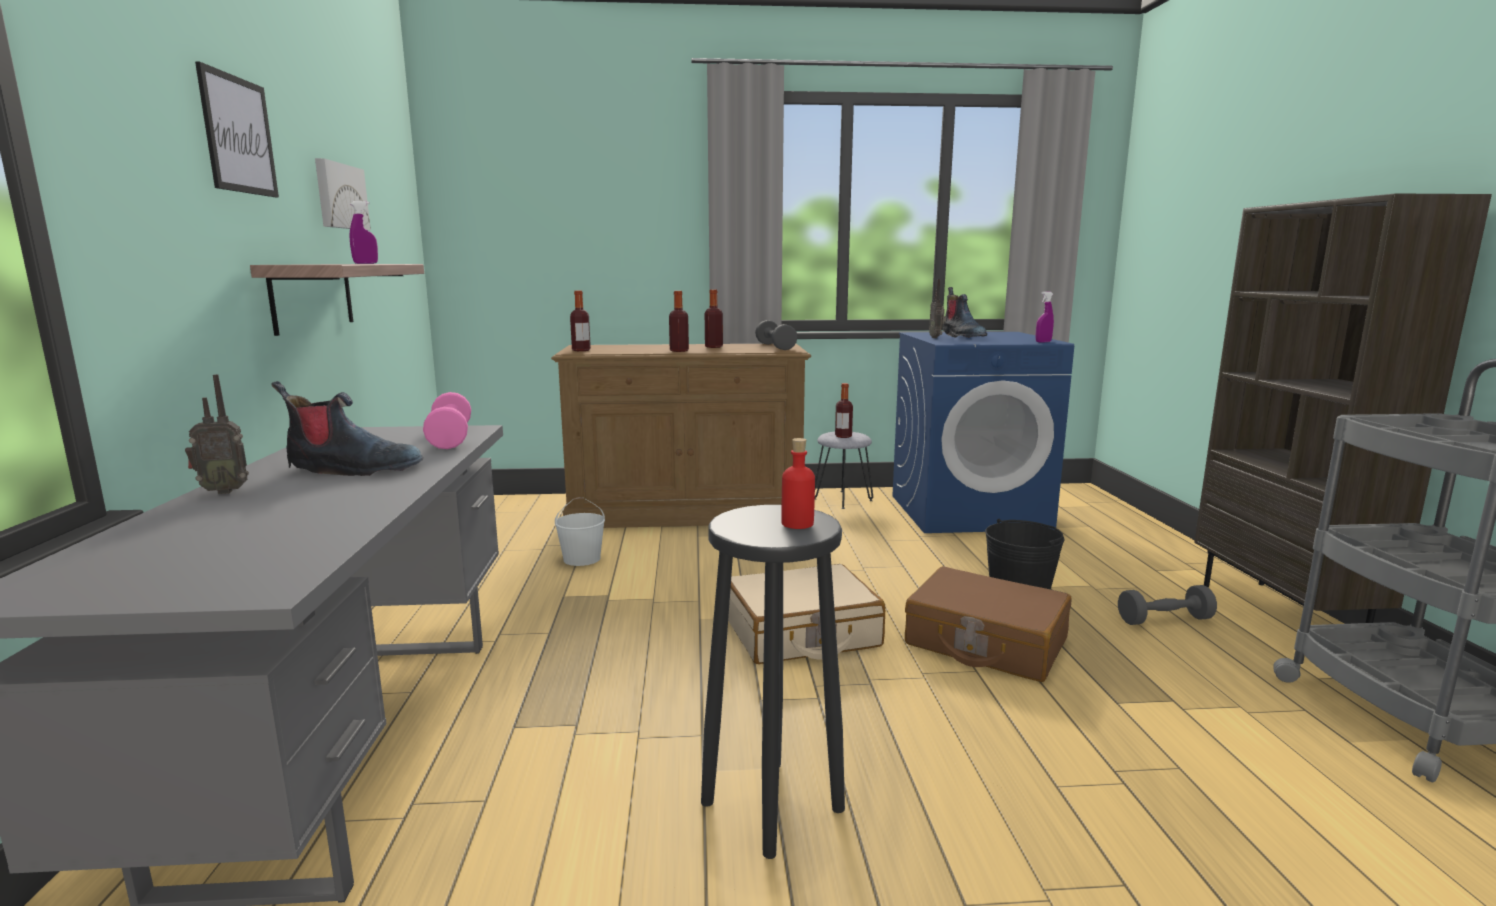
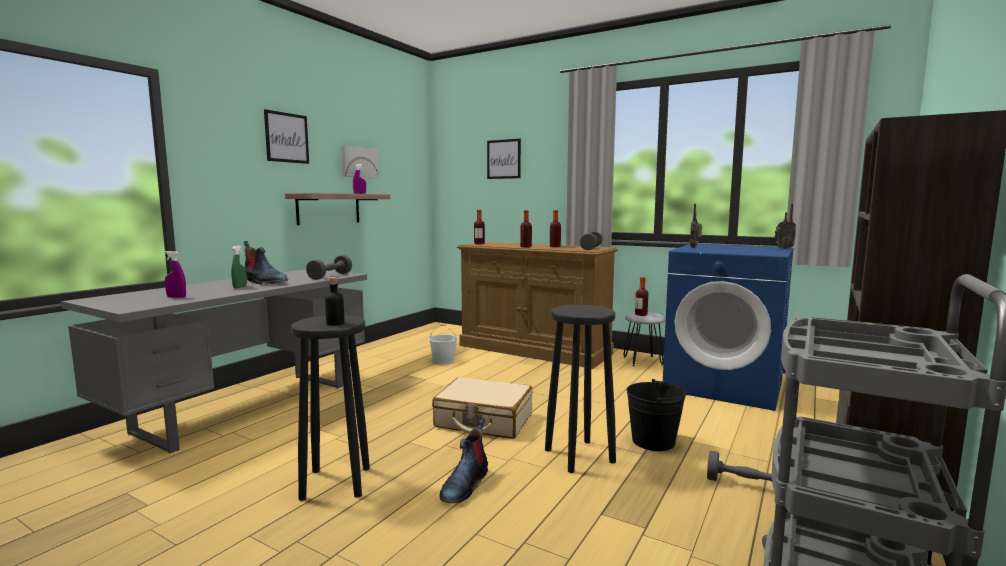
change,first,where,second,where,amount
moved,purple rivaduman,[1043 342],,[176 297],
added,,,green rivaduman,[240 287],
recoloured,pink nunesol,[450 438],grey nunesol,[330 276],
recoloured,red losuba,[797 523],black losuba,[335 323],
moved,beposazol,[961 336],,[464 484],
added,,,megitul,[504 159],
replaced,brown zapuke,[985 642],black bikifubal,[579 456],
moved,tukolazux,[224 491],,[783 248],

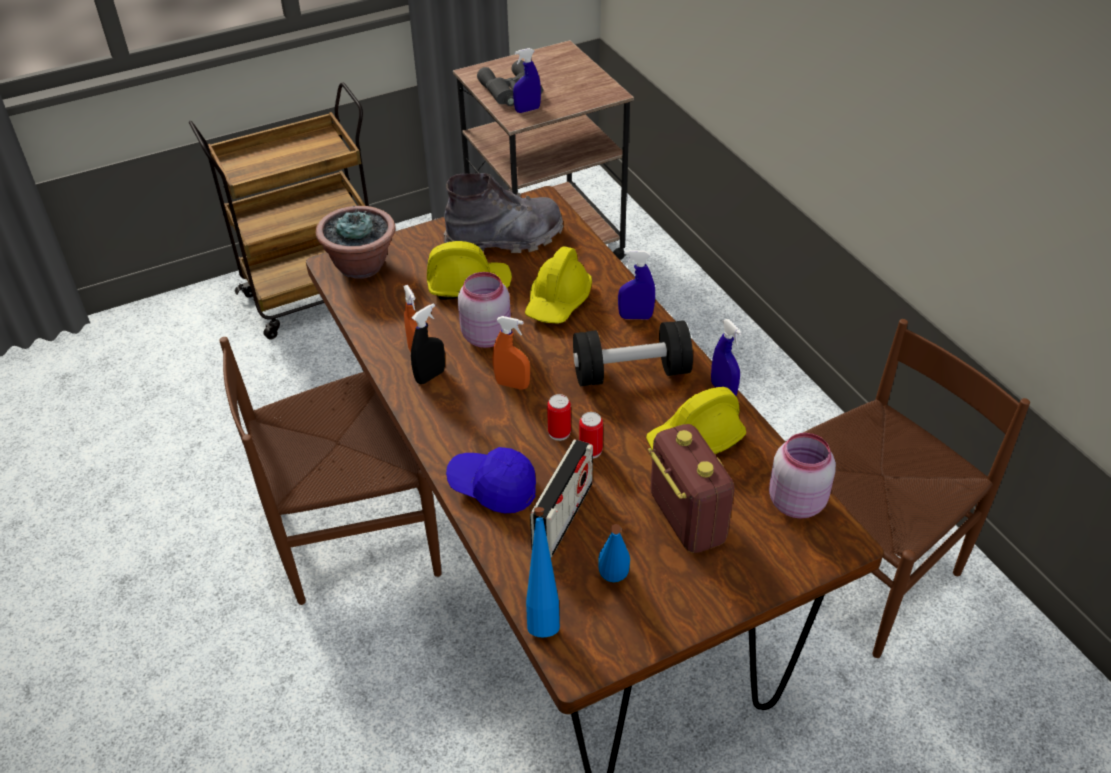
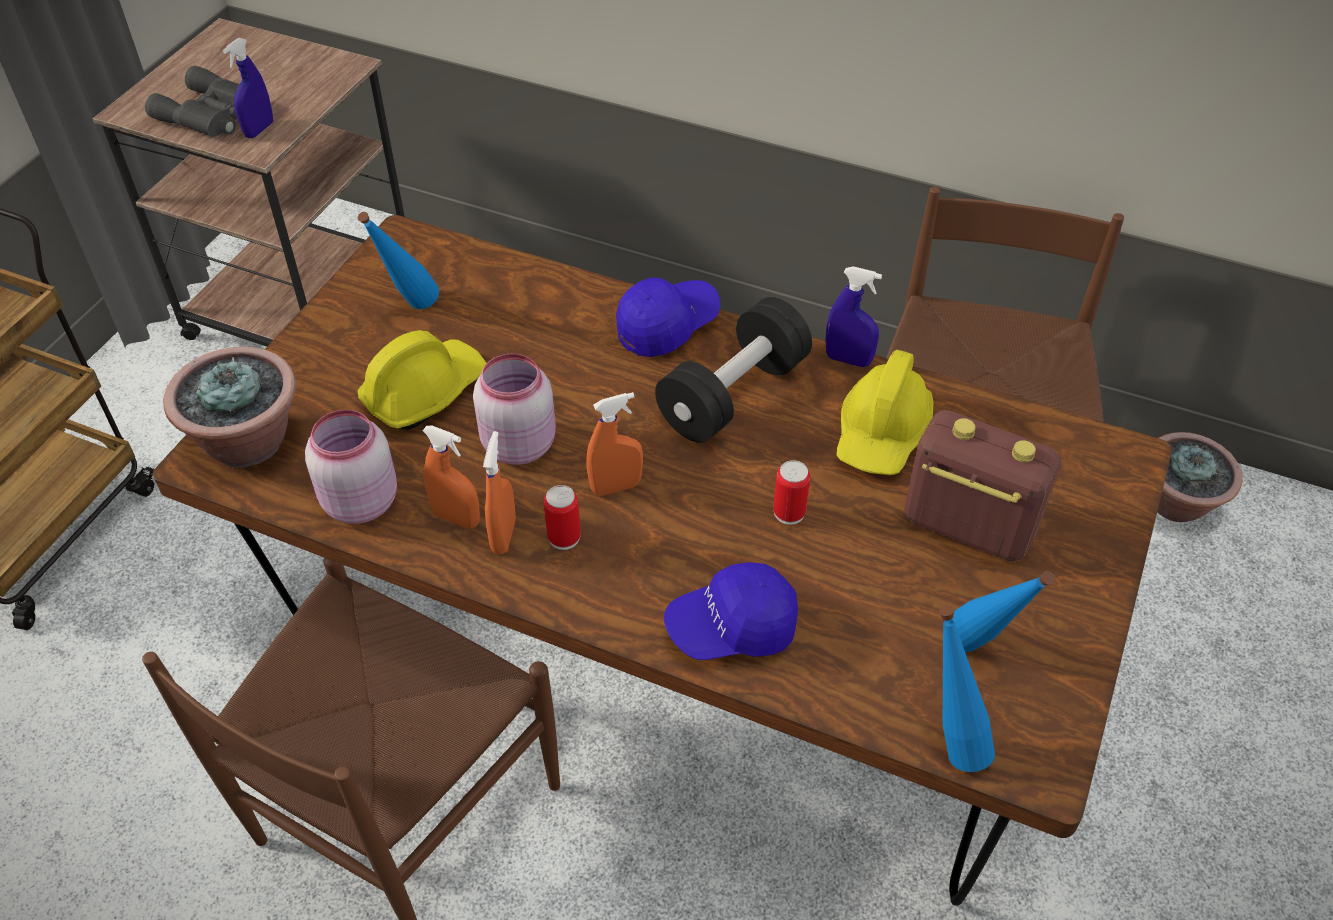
change,first,where,second,where,amount
moved,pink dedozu,[795 501],,[359 501],
replaced,grey beposazol,[505 240],blue losuba,[409 310],
recoloured,black rivaduman,[430 376],orange rivaduman,[503 536],
moved,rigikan,[559 432],,[564 537],
replaced,blue rivaduman,[635 317],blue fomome,[667 326],
added,,,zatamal,[1176 504],
removed,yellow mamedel,[558 301],,,
removed,tukolazux,[563 517],,,

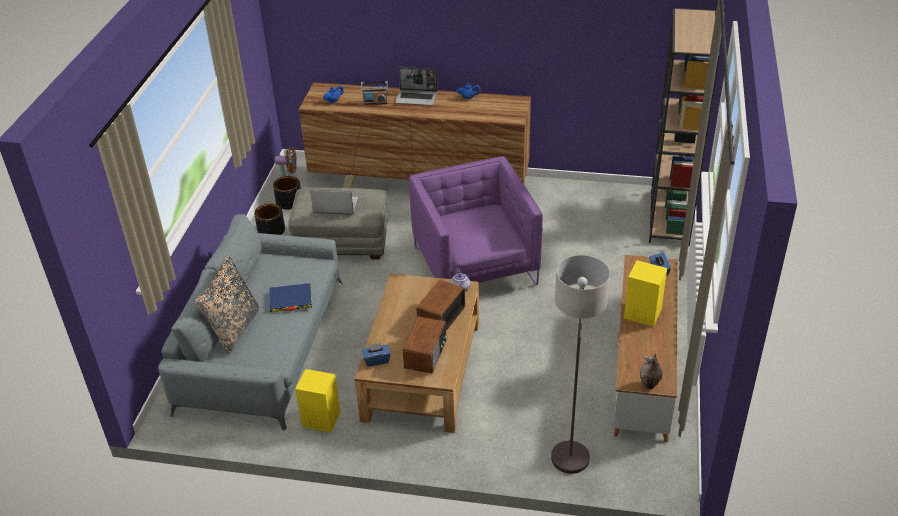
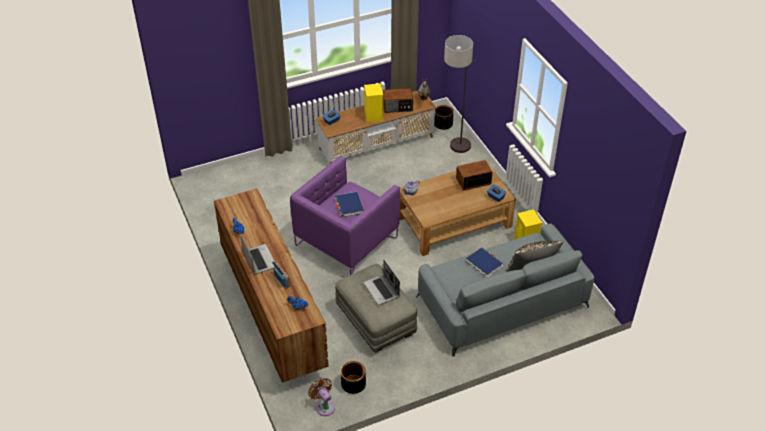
change,first,where,second,where,amount
added,,,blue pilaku,[349 205],
moved,tukolazux,[440 316],,[398 107],
moved,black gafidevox,[271 230],,[443 124],
removed,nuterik,[670 218],,,

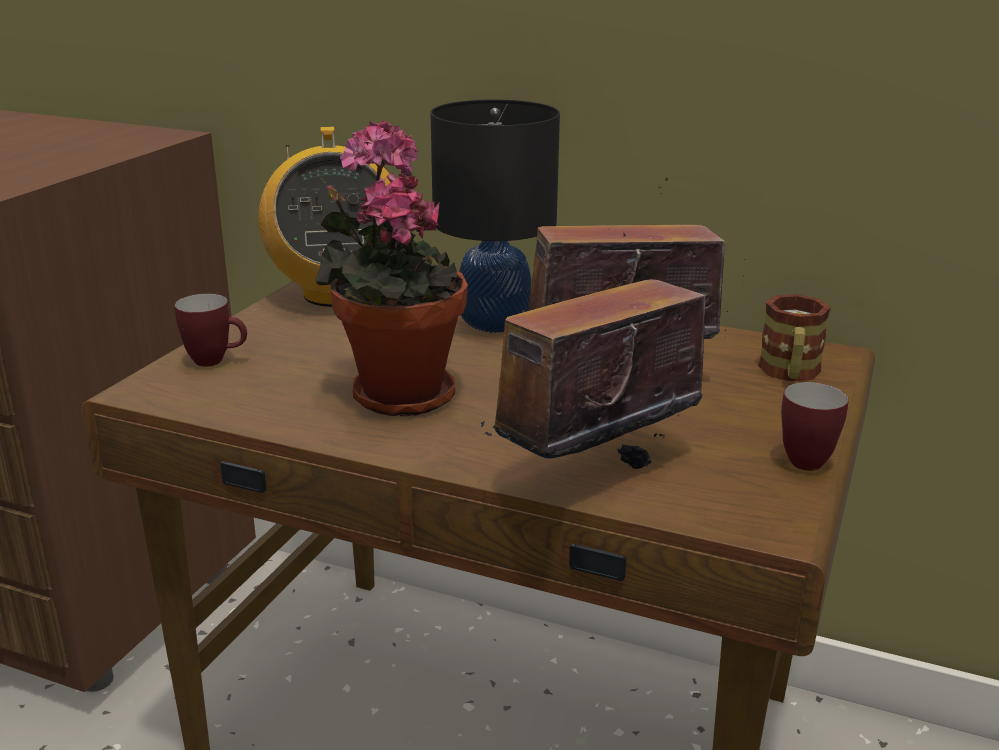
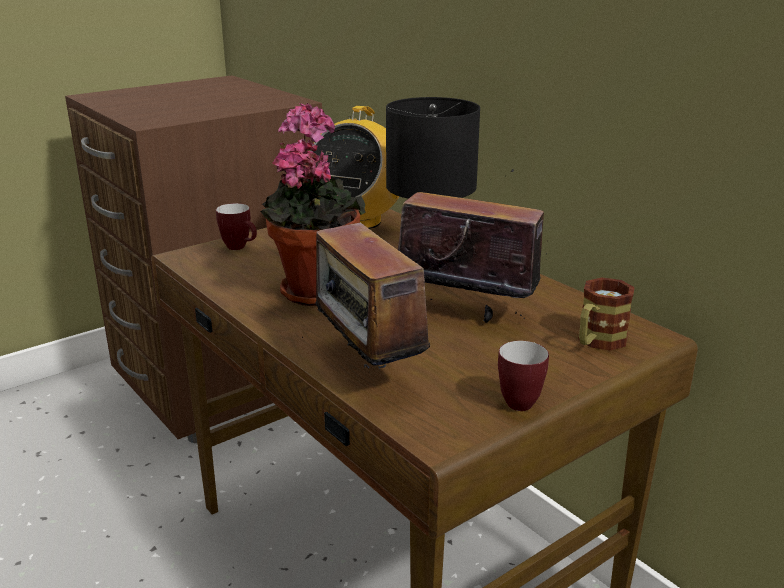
change,first,where,second,where,amount
turned,tukolazux,[593 471],,[367 368],105 degrees counterclockwise

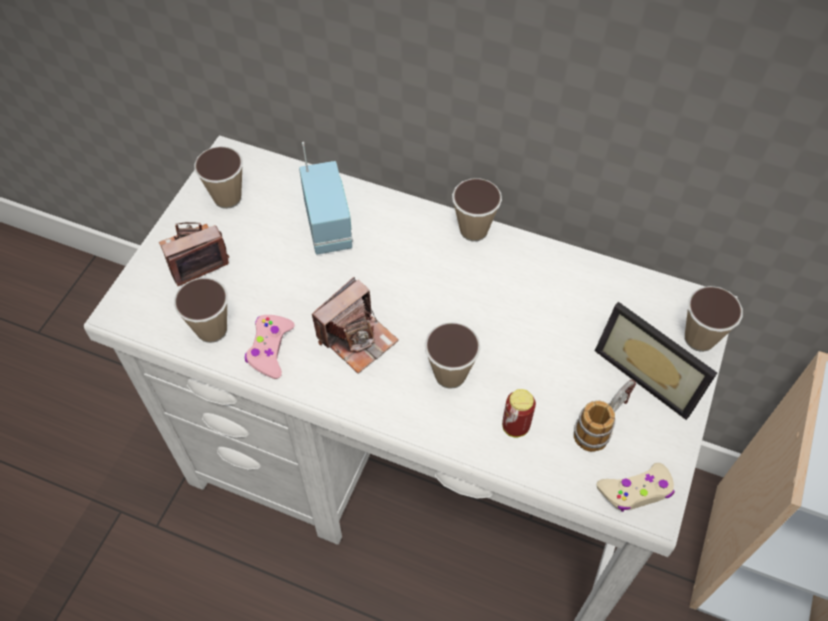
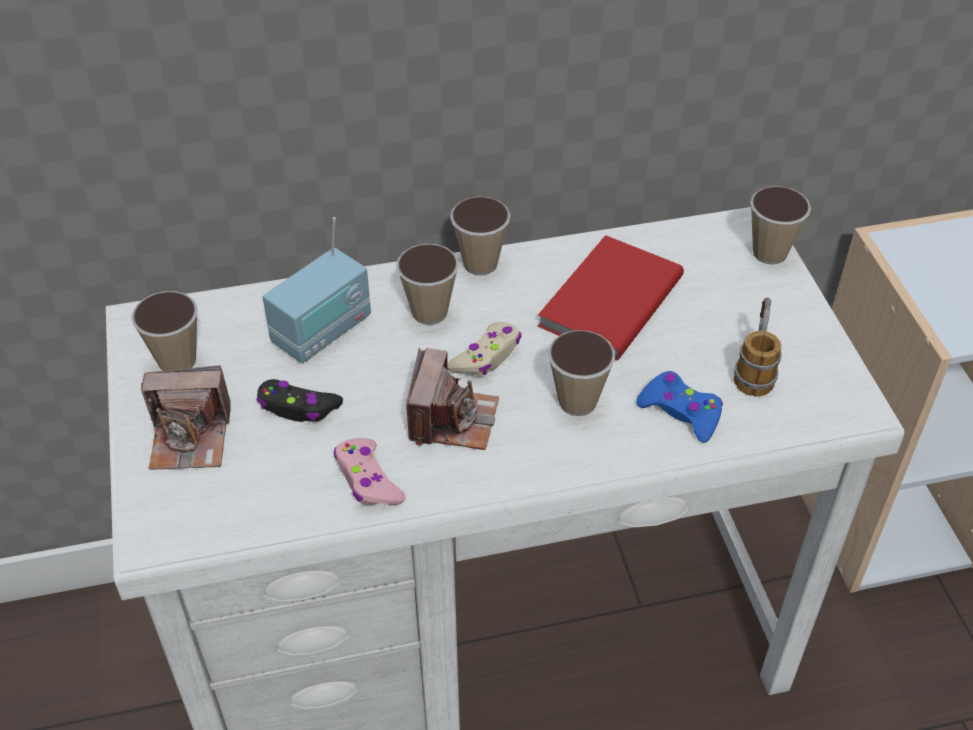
change,first,where,second,where,amount
turned,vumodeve,[193 256],,[190 437],120 degrees counterclockwise
added,,,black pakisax,[298 407],
turned,tukolazux,[329 225],,[322 332],90 degrees clockwise
moved,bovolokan,[212 330],,[429 312],
moved,beige pakisax,[636 491],,[487 356],
added,,,red pilaku,[607 301],
replaced,rigikan,[515 426],blue pakisax,[680 412],
removed,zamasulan,[651 371],,,

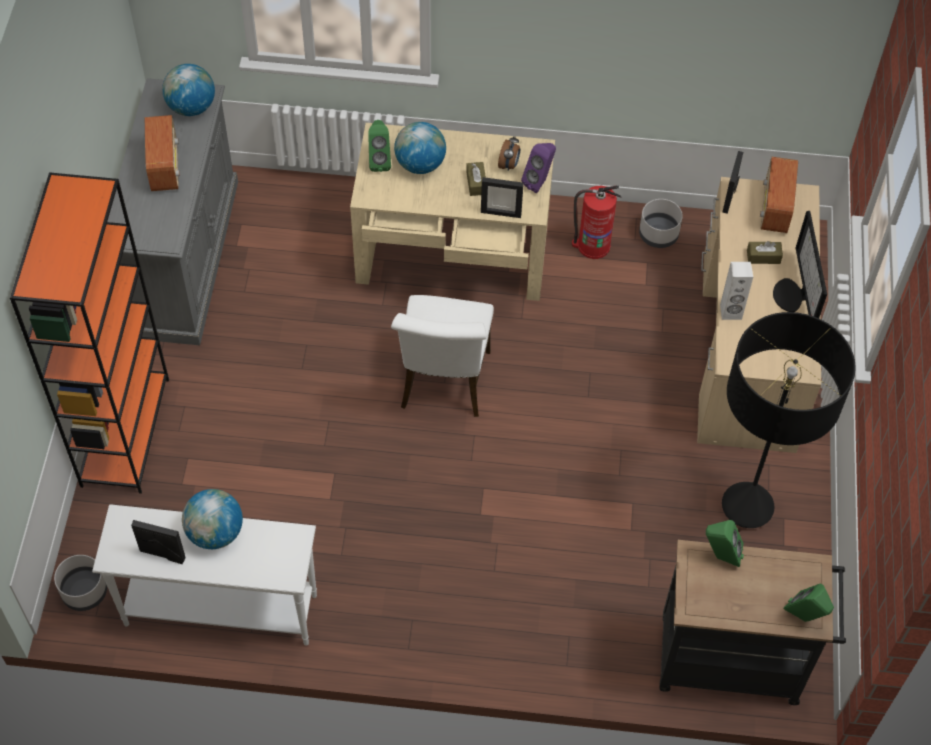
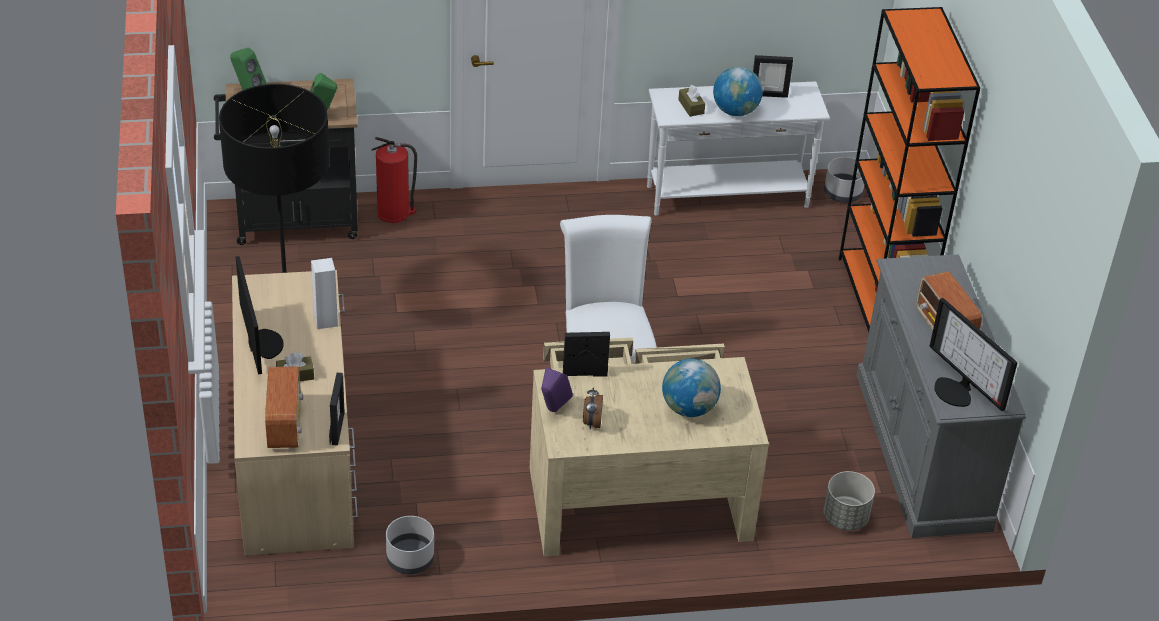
change,first,where,second,where,amount
moved,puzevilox,[592 245],,[394 213],
moved,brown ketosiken,[476 183],,[691 107],
added,,,grey gafidevox,[845 518],
replaced,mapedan,[191 107],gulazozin,[956 391],
removed,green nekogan,[379 161],,,

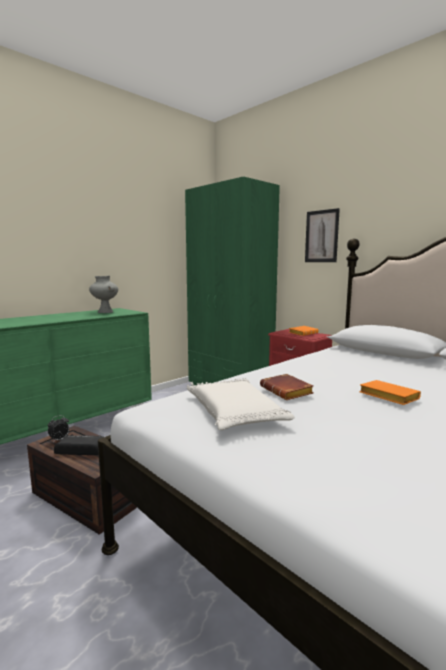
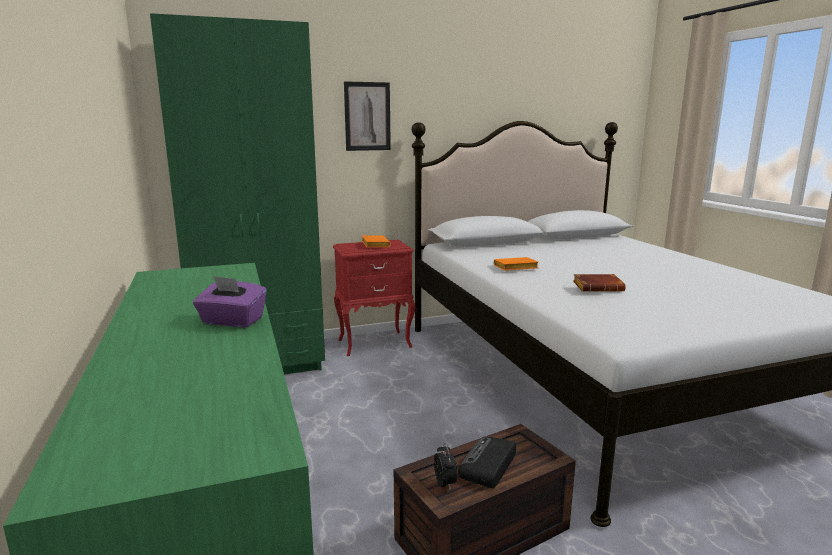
change,first,where,second,where,amount
added,,,purple ketosiken,[232 321],
moved,orange pilaku,[386 397],,[515 268],
removed,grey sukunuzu,[104 312],,,
removed,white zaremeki,[234 410],,,

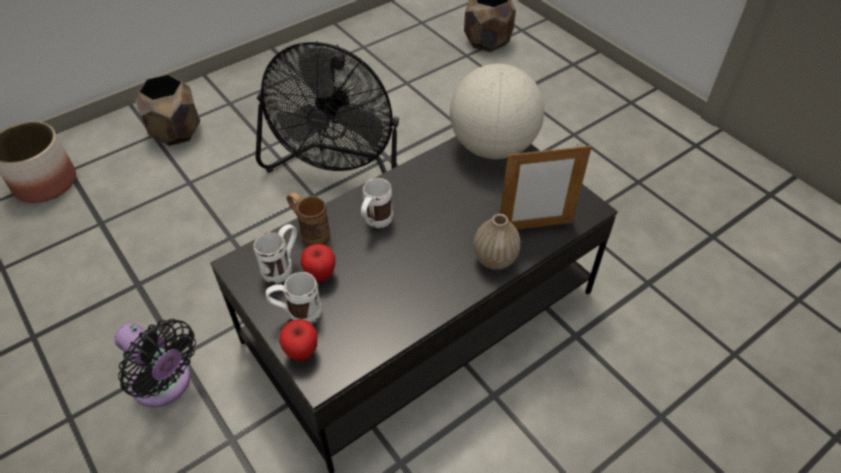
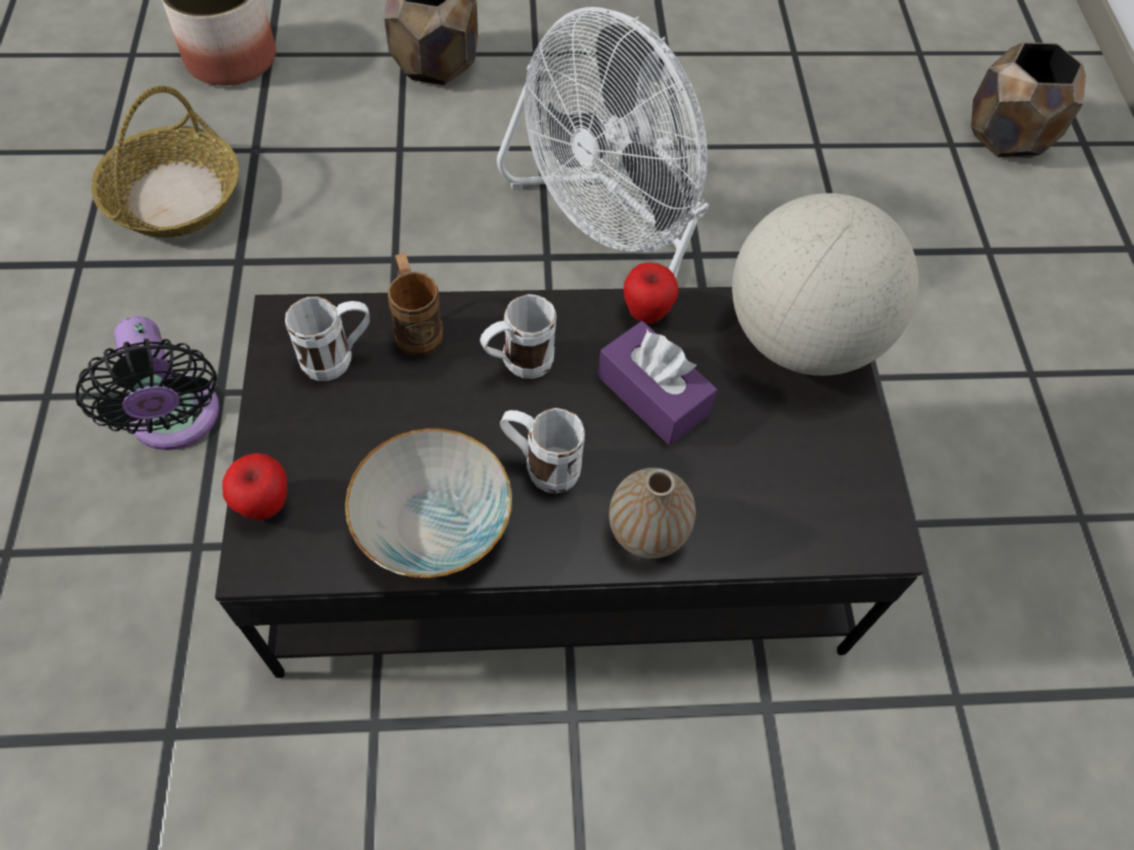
change,first,where,second,where,amount
added,,,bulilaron,[174 196],
added,,,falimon,[431 523],
recoloured,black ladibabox,[334 164],white ladibabox,[612 224],
moved,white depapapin,[297 314],,[541 466],
added,,,purple ketosiken,[653 395],
moved,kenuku,[320 274],,[646 312],
removed,zamasulan,[535 226],,,

